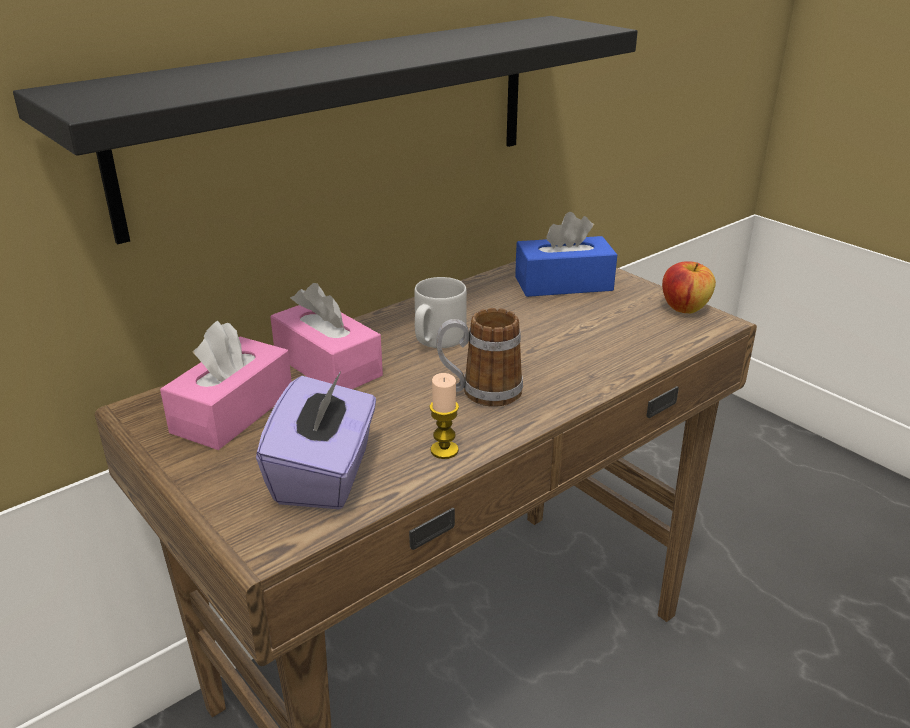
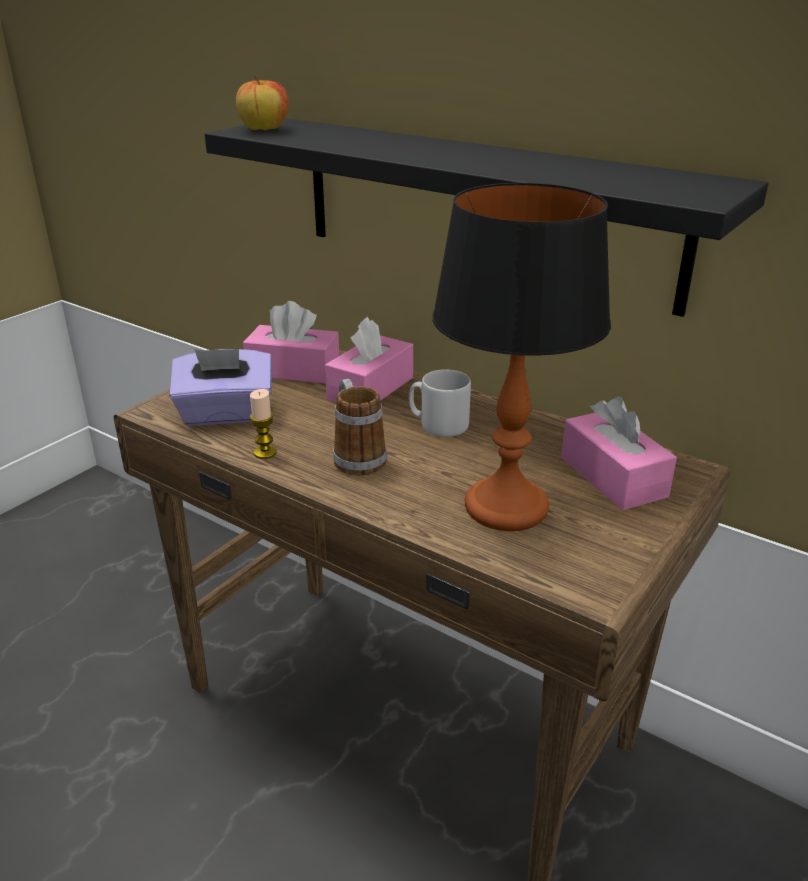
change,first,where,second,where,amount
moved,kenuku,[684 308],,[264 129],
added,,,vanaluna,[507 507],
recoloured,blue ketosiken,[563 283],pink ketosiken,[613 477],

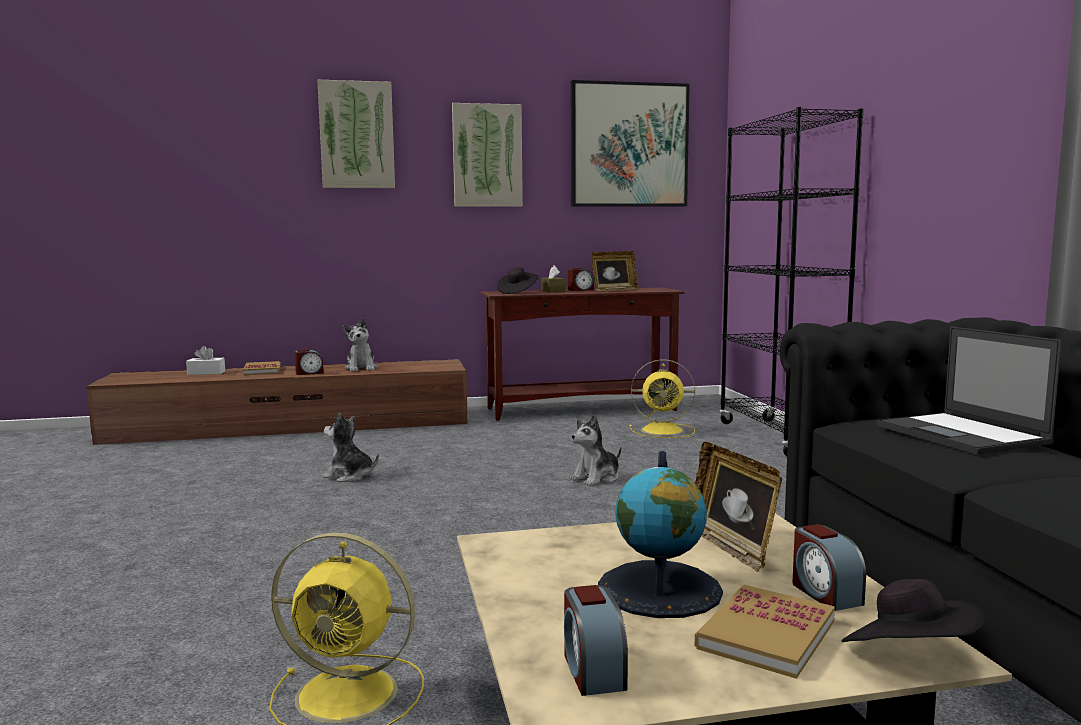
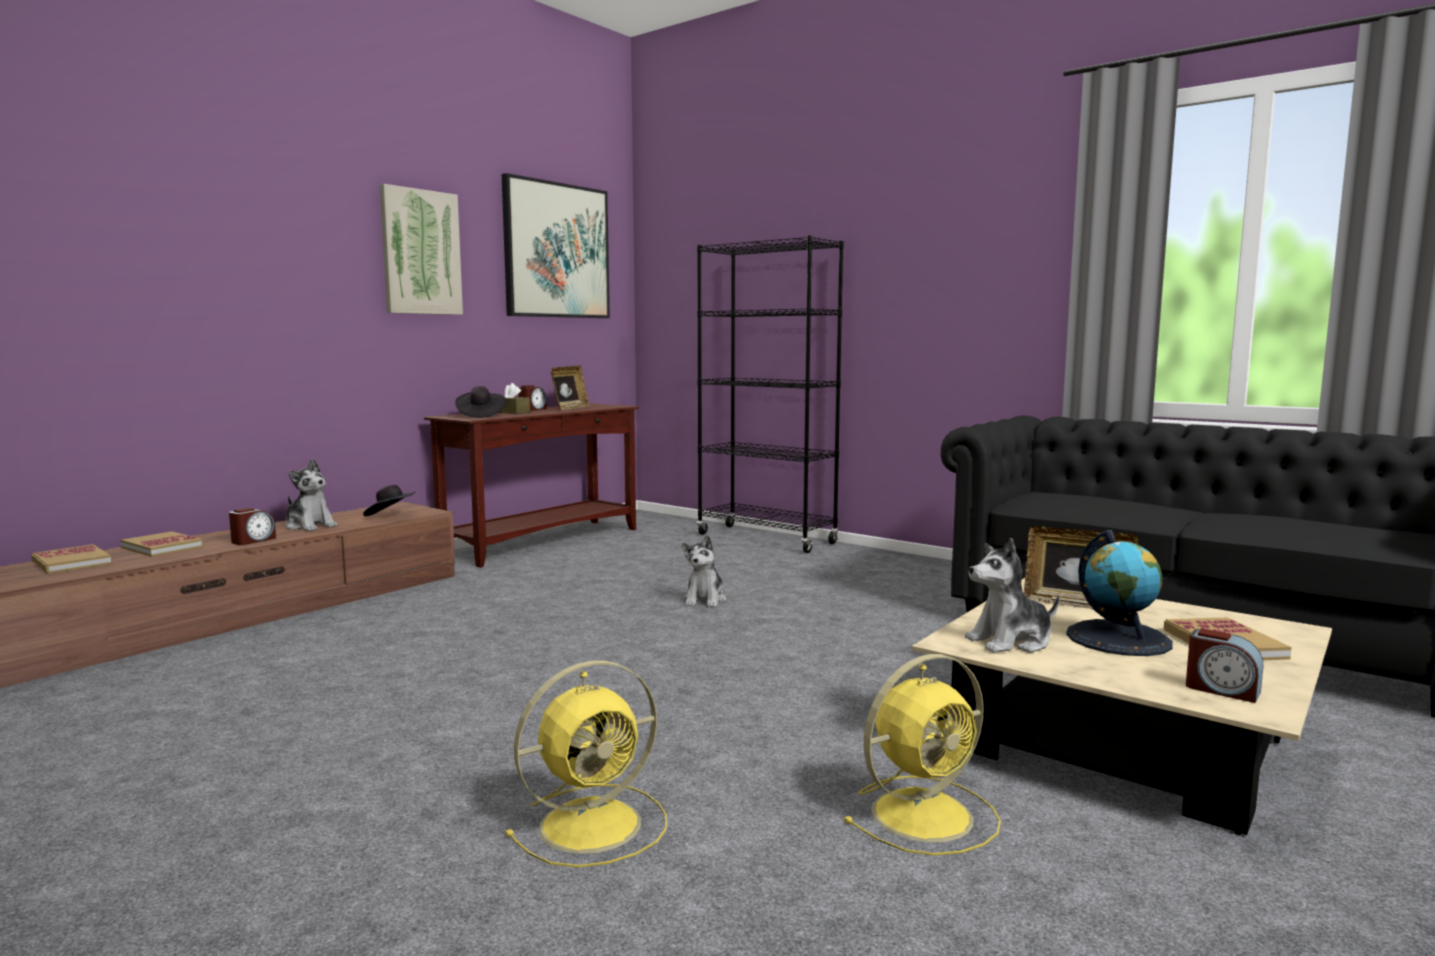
change,first,where,second,where,amount
replaced,white ketosiken,[206 373],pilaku,[71 562],
moved,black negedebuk,[908 657],,[391 516],
moved,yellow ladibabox,[664 430],,[595 824],
moved,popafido,[350 476],,[1011 642],
removed,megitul,[357 135],,,
removed,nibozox,[825 593],,,
removed,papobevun,[962 434],,,

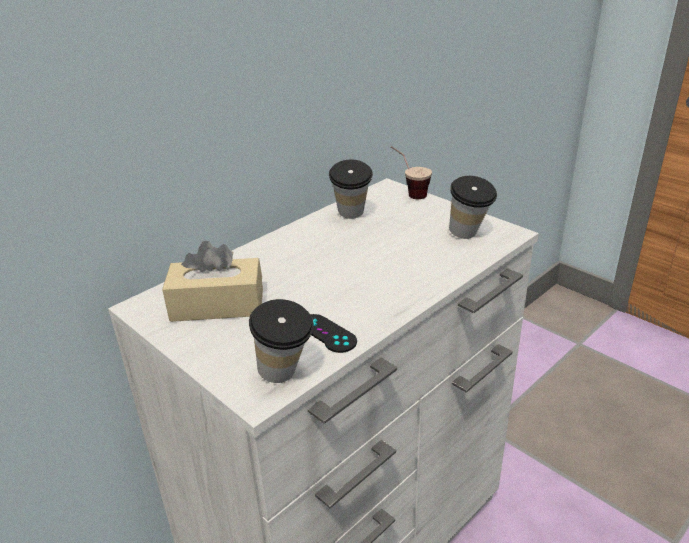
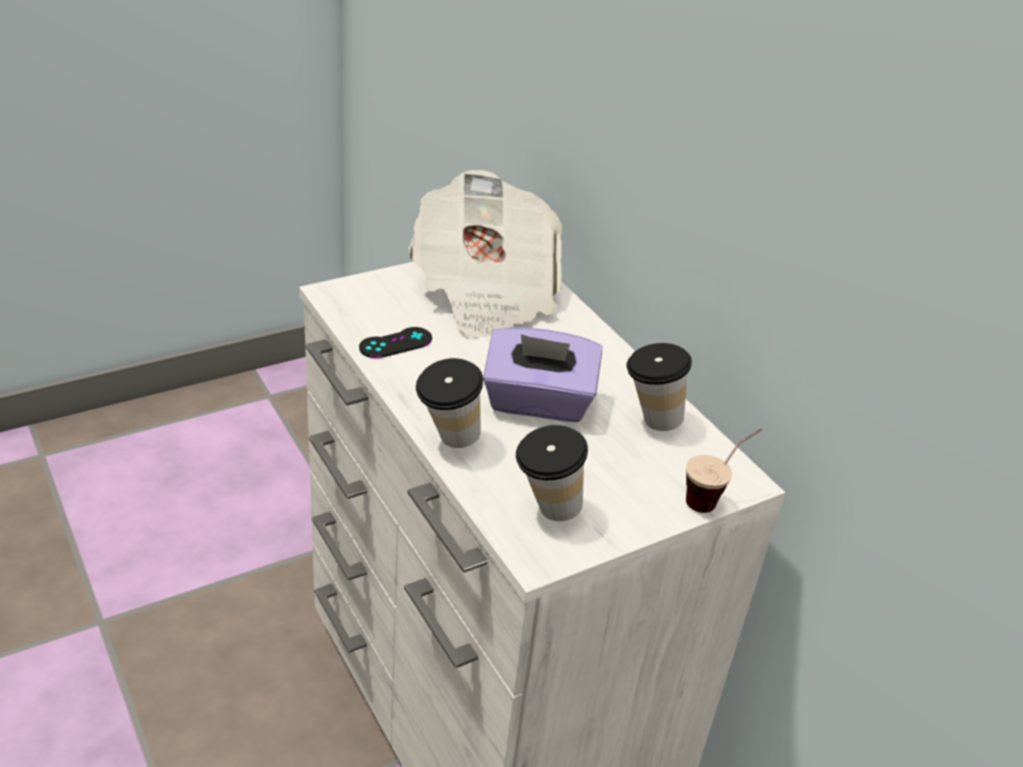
change,first,where,second,where,amount
replaced,beige ketosiken,[217 305],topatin,[485 292],
moved,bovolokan,[285 377],,[447 441],
added,,,purple ketosiken,[538 403],

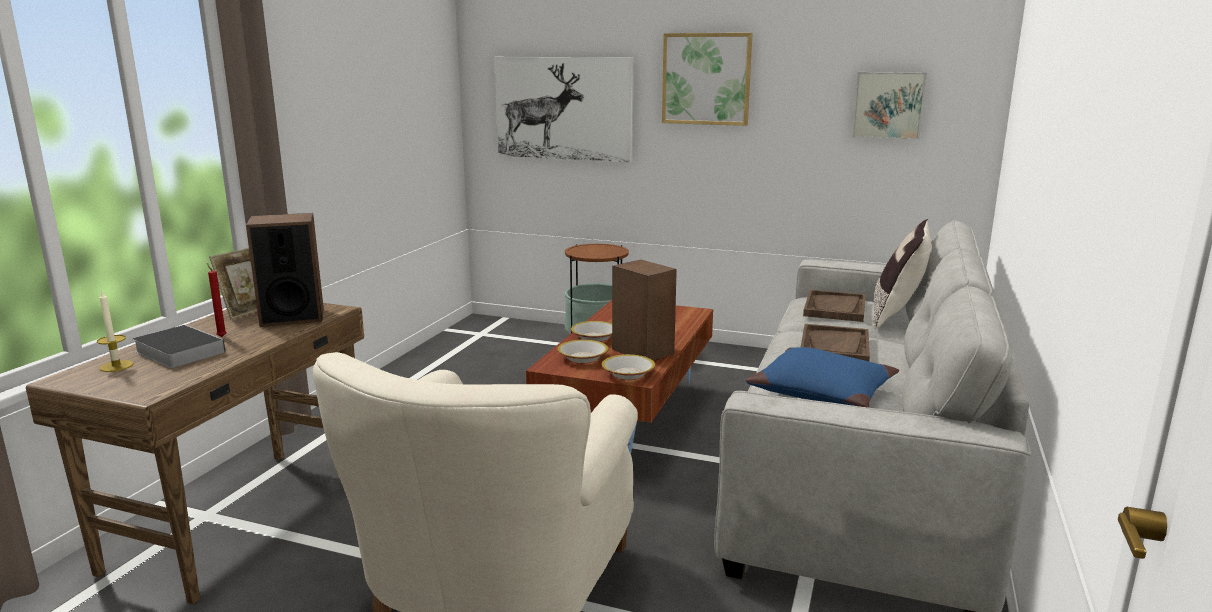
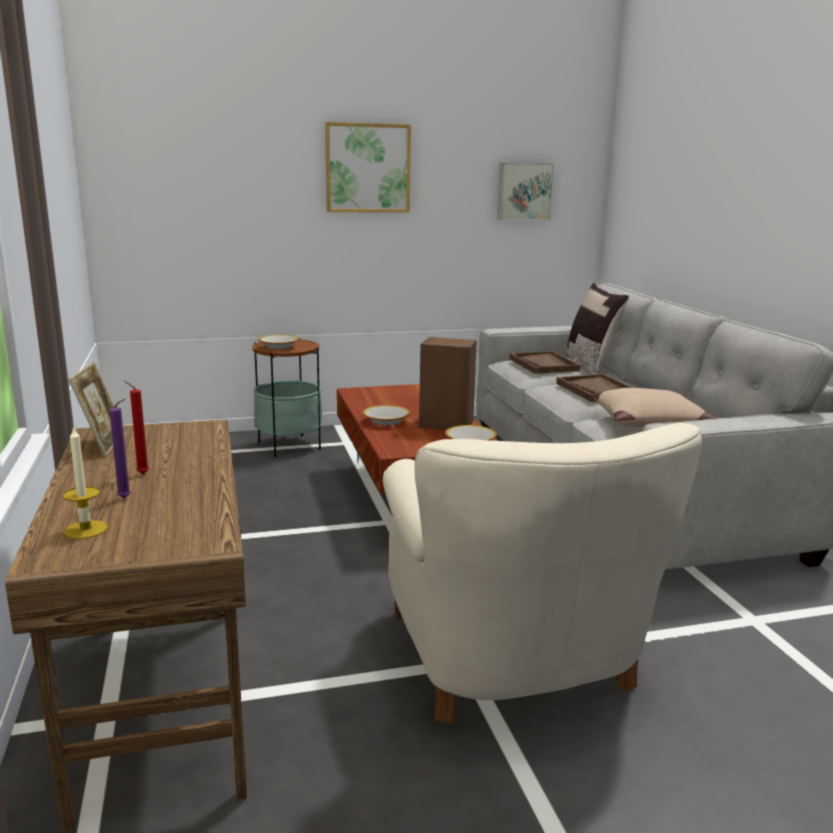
change,first,where,second,where,amount
replaced,pilaku,[177 351],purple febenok,[126 498],
moved,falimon,[583 358],,[279 347],
recoloured,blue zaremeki,[822 392],beige zaremeki,[649 421],
removed,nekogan,[292 317],,,
removed,megitul,[563 108],,,

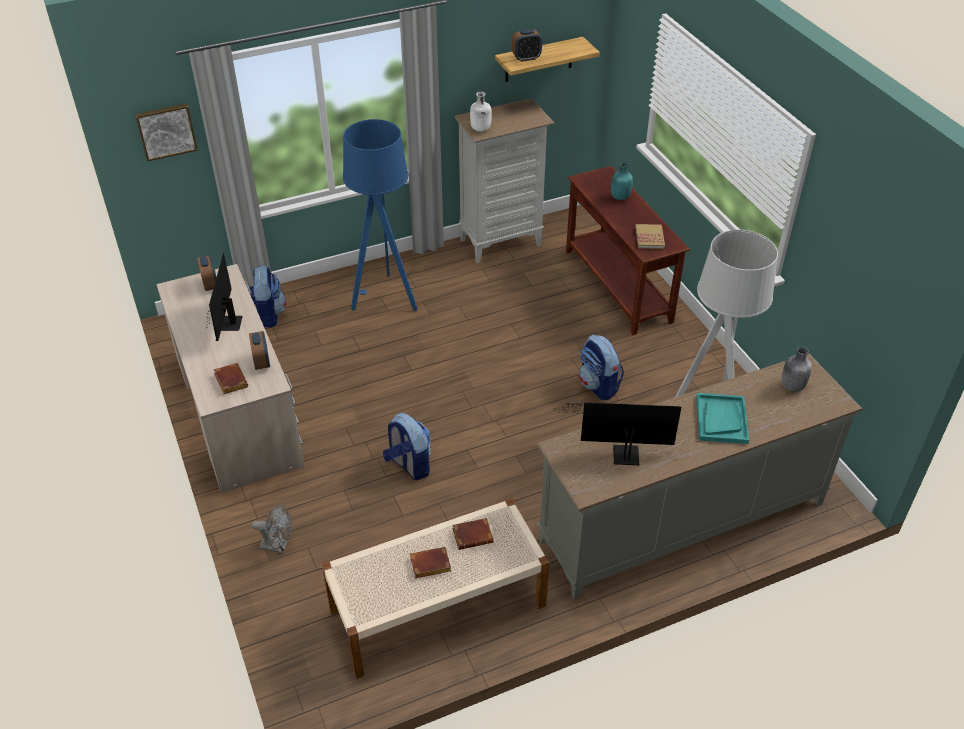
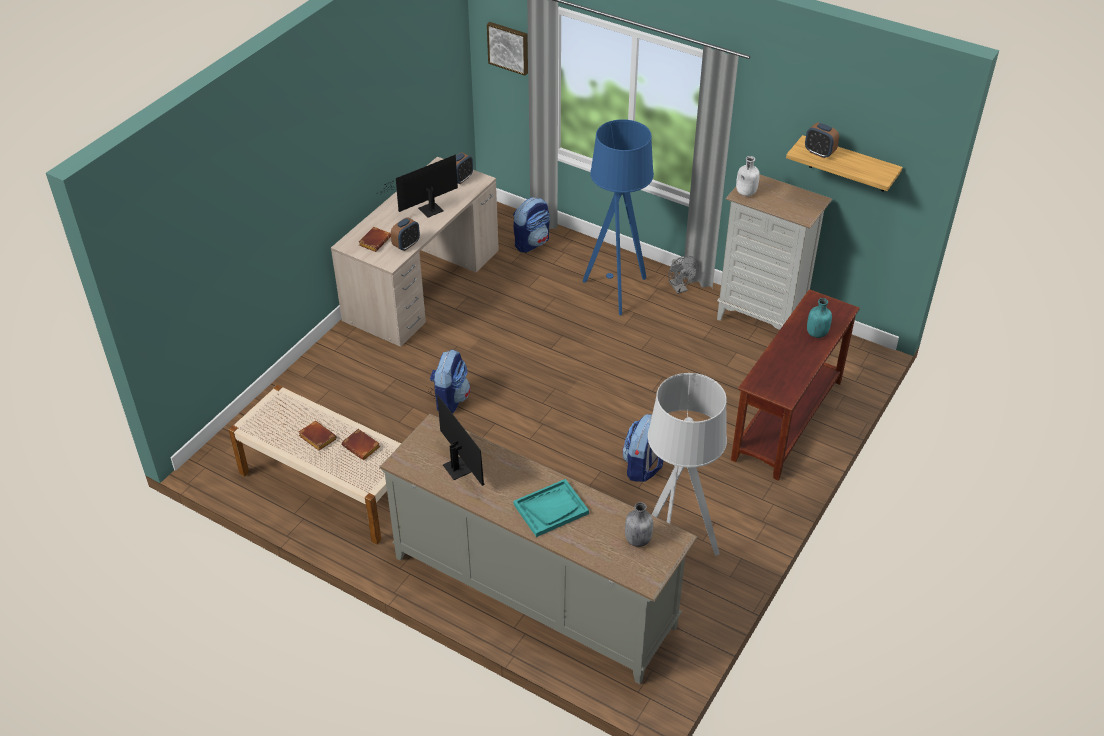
change,first,where,second,where,amount
moved,grey ladibabox,[278 546],,[680 289],
removed,pilaku,[649 238],,,

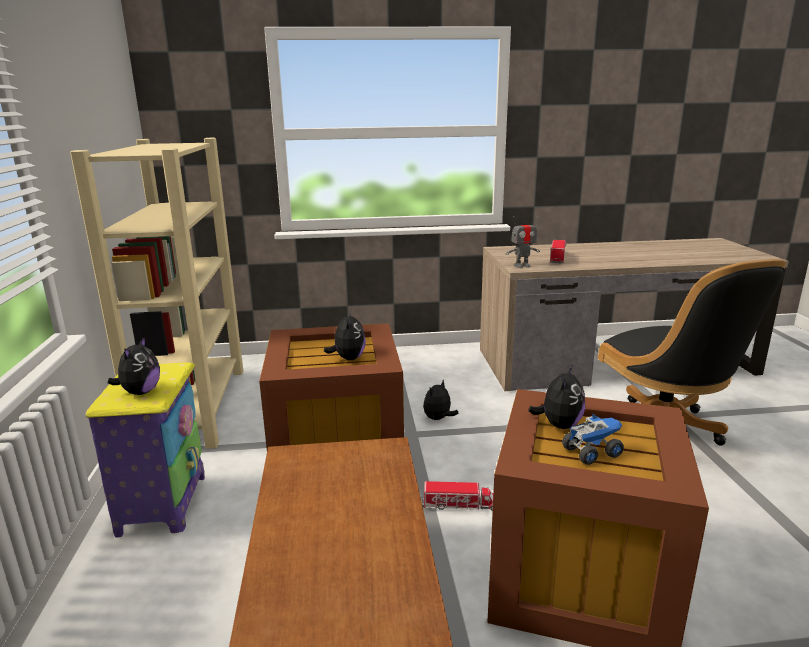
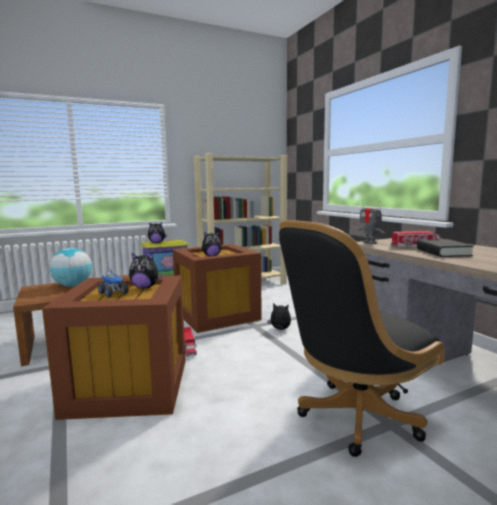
change,first,where,second,where,amount
added,,,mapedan,[73 285],
added,,,black pilaku,[443 252],

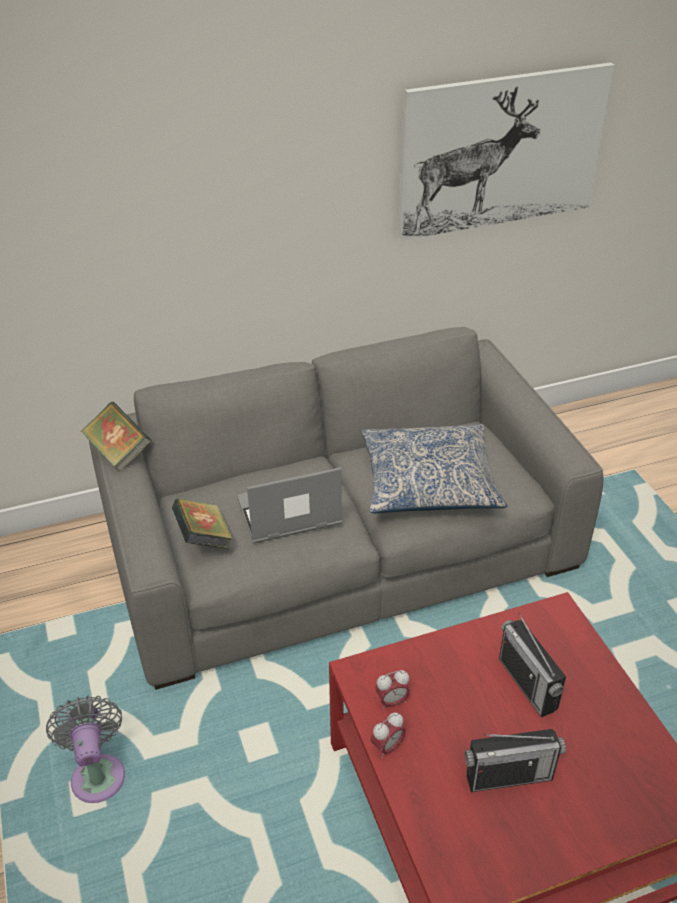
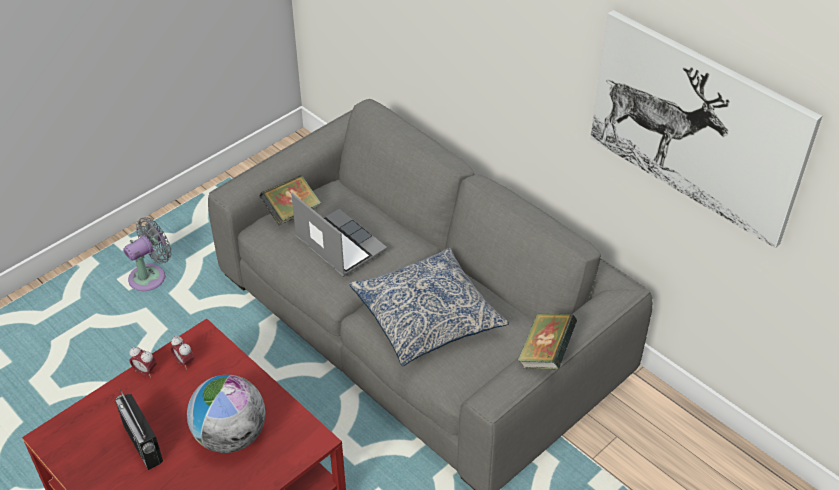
change,first,where,second,where,amount
replaced,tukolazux,[527 684],mapedan,[230 436],
moved,pilaku,[119 452],,[545 354],

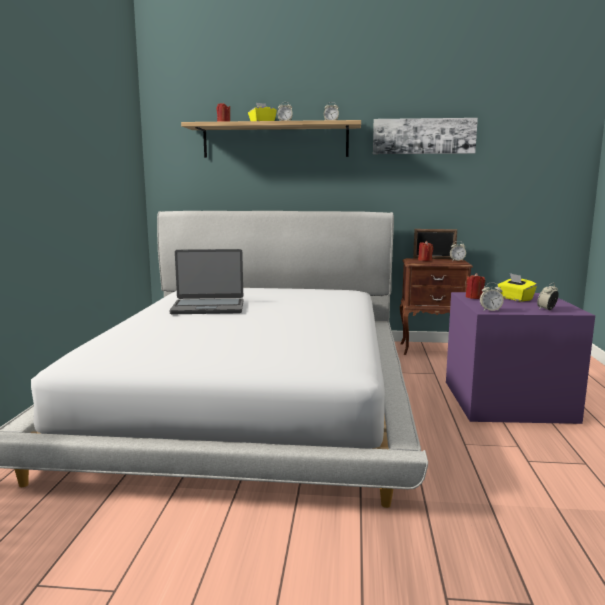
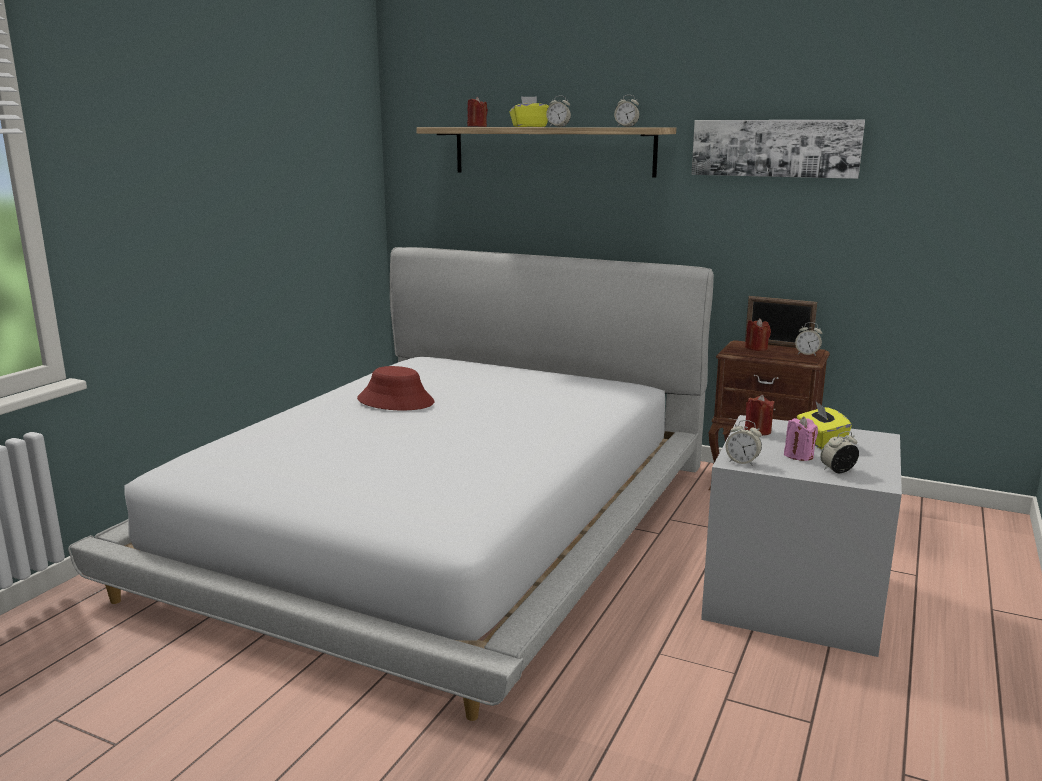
change,first,where,second,where,amount
replaced,papobevun,[208 307],red negedebuk,[396 401],
recoloured,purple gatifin,[508 400],grey gatifin,[797 595],
added,,,pink febenok,[798 455],

